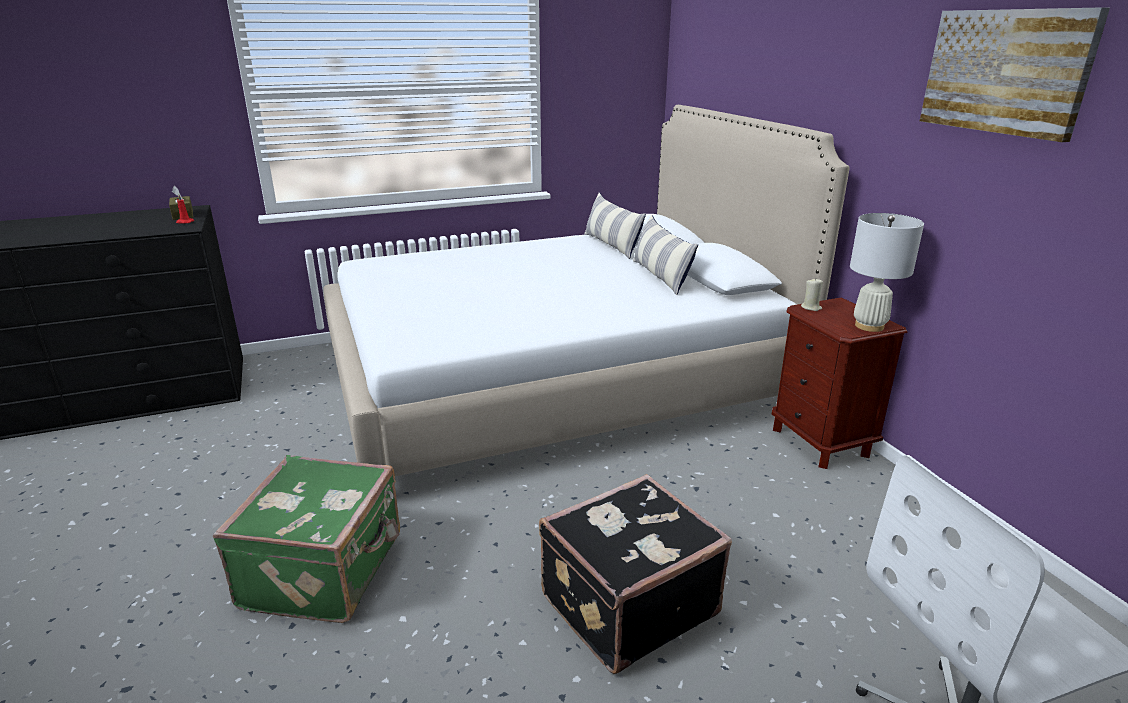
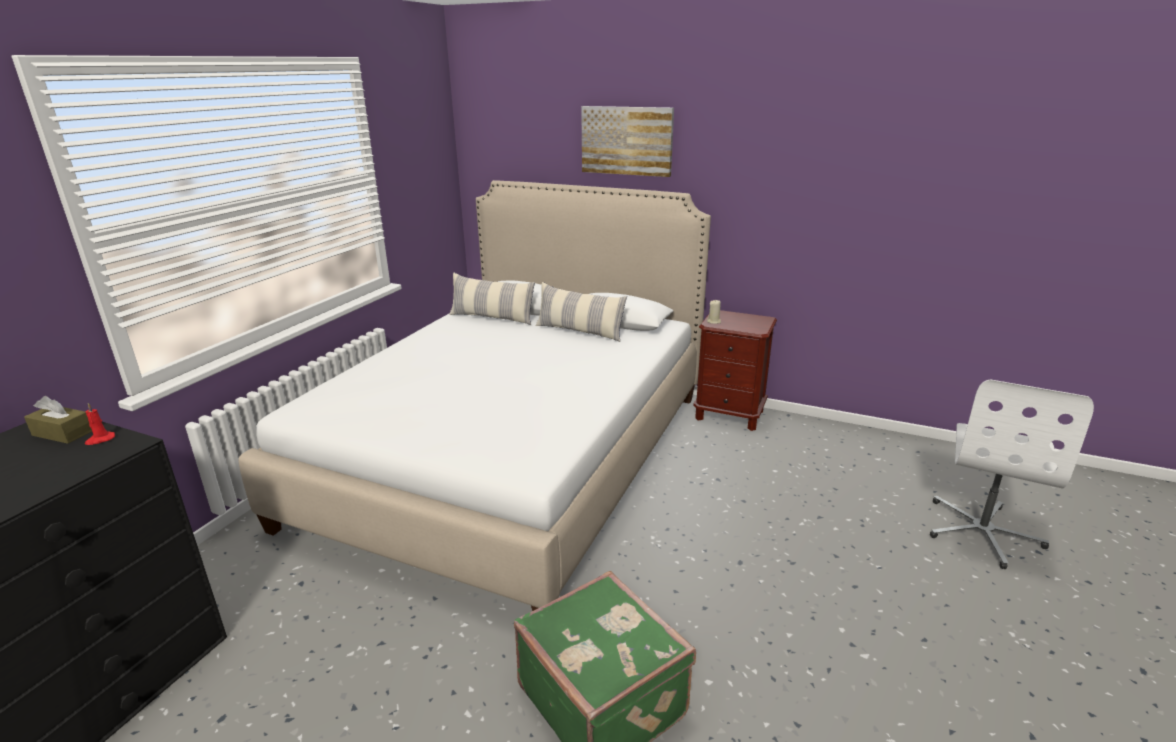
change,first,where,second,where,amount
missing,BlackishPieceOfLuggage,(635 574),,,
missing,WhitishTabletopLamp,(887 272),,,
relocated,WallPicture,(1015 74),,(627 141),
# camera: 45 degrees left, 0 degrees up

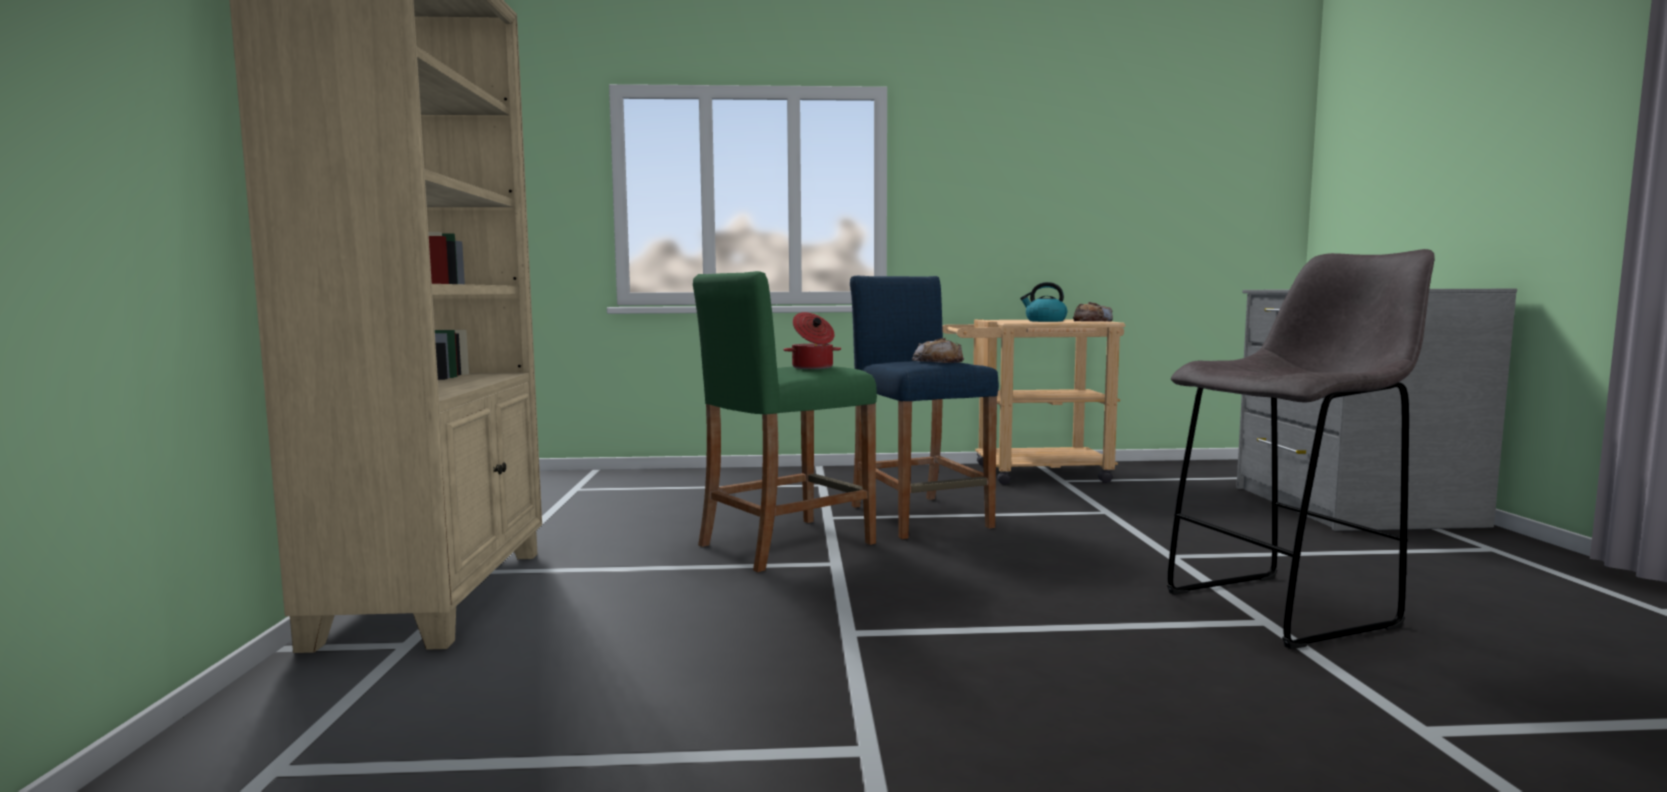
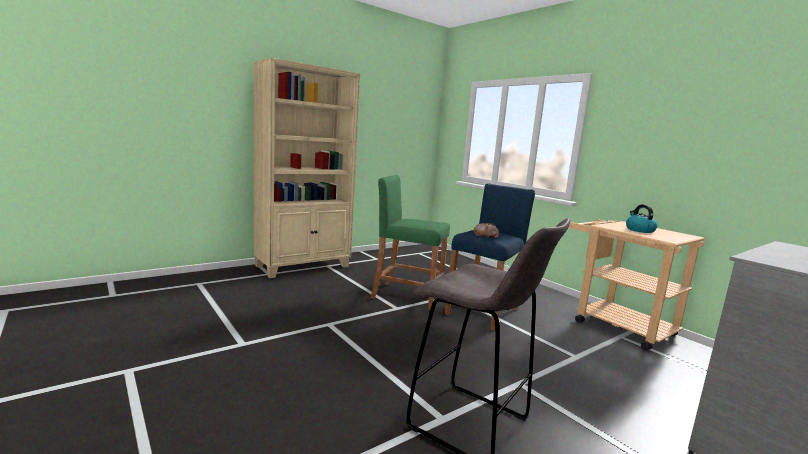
change,first,where,second,where,amount
missing,Saucepot,(812 340),,,
missing,BakedBread,(1093 312),,,
# camera: 55 degrees right, 5 degrees up

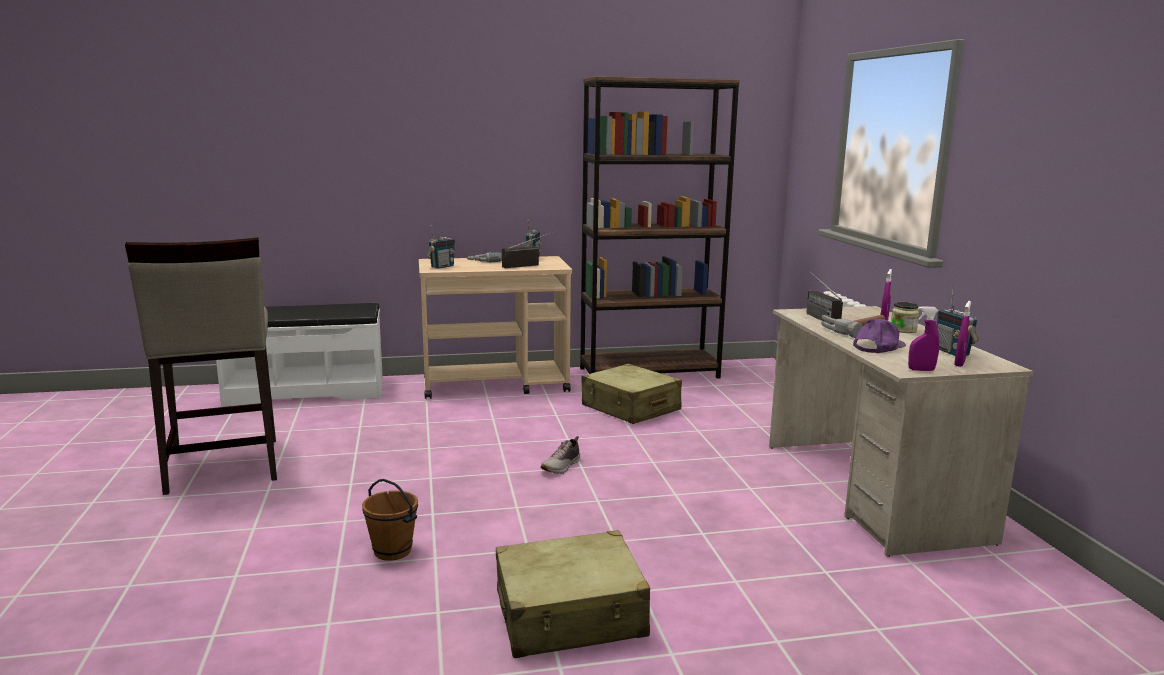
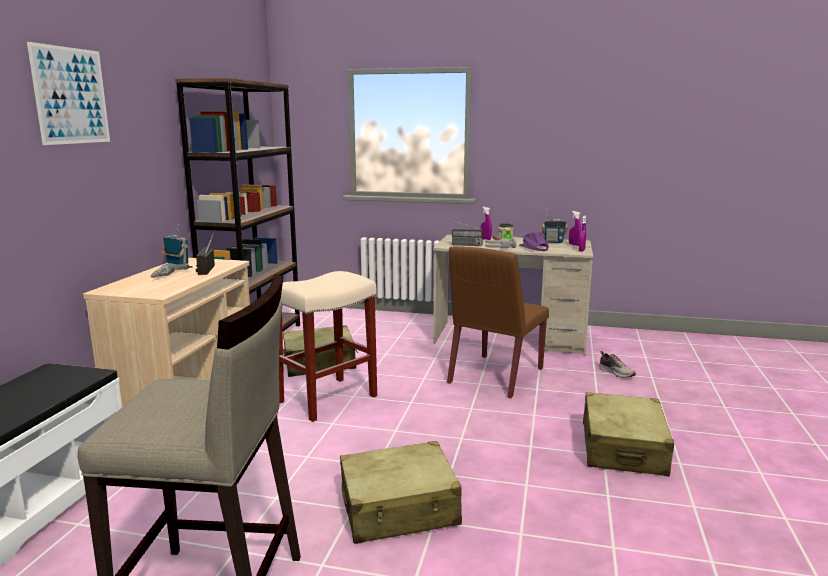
change,first,where,second,where,amount
missing,BrownColouredWaterBucket,(390 520),,,
missing,RadioSet,(440 247),,,
relocated,LowShoe,(560 455),,(617 364),
appeared,,,WallPicture,(68 93),
appeared,,,BeigeColouredStoolSeat,(328 346),
appeared,,,BeigeColouredPieceOfLuggage,(401 492),
appeared,,,BrownColouredUprightChair,(498 322),
# camera: 65 degrees left, 0 degrees up

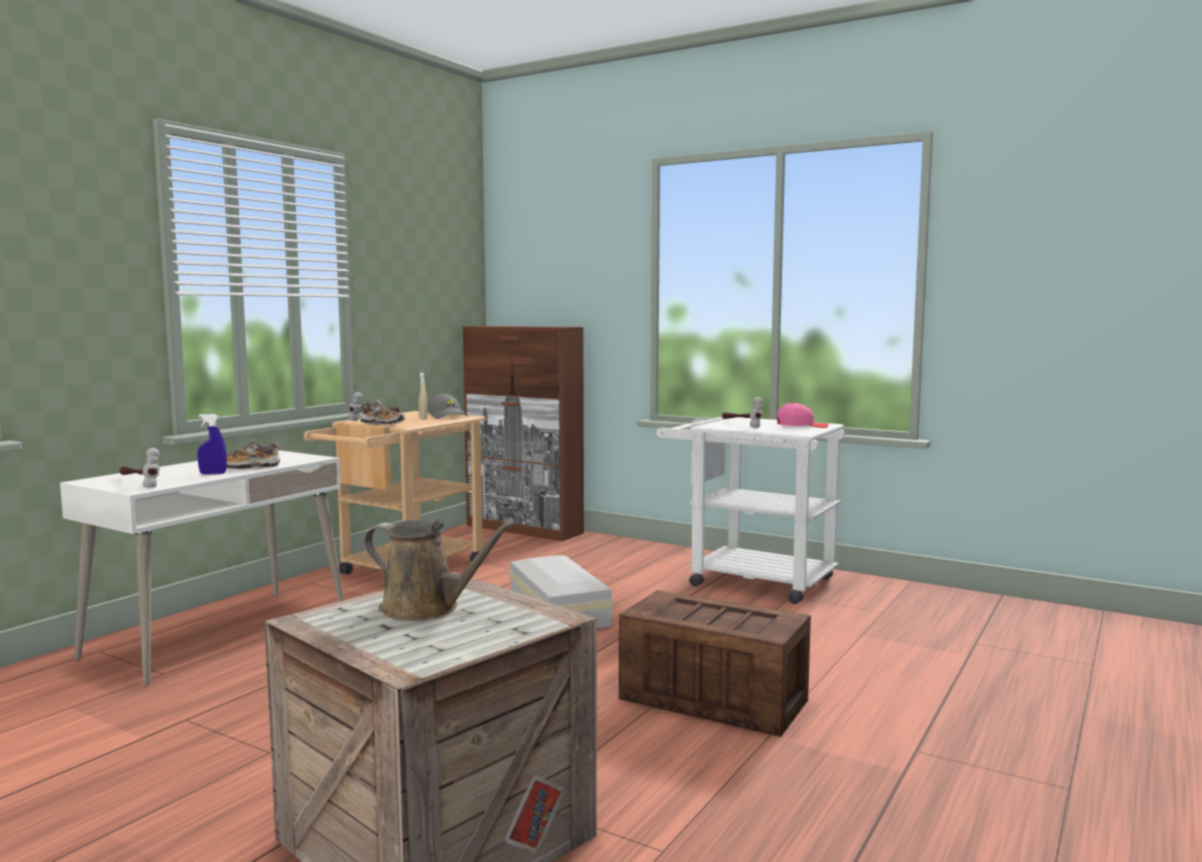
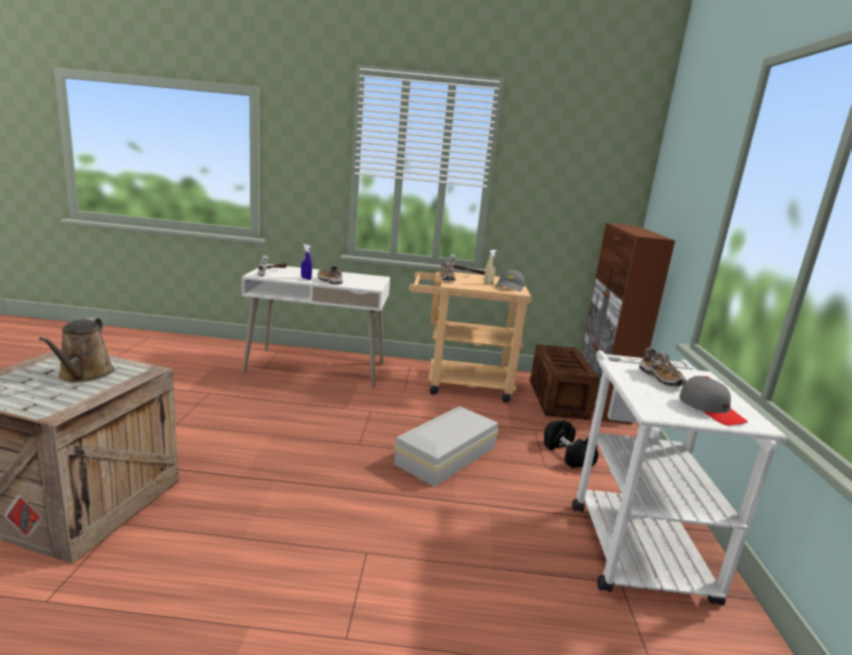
change,first,where,second,where,amount
relocated,ShippingCrate,(715 663),,(564 382),
exchanged,HandHammer,(742 412),LowShoe,(662 367),
colour,PinkishBaseballCap,(803 415),GreyBaseballCap,(713 401),
appeared,,,BlackishHandWeight,(571 444),
# camera: 60 degrees right, 10 degrees up

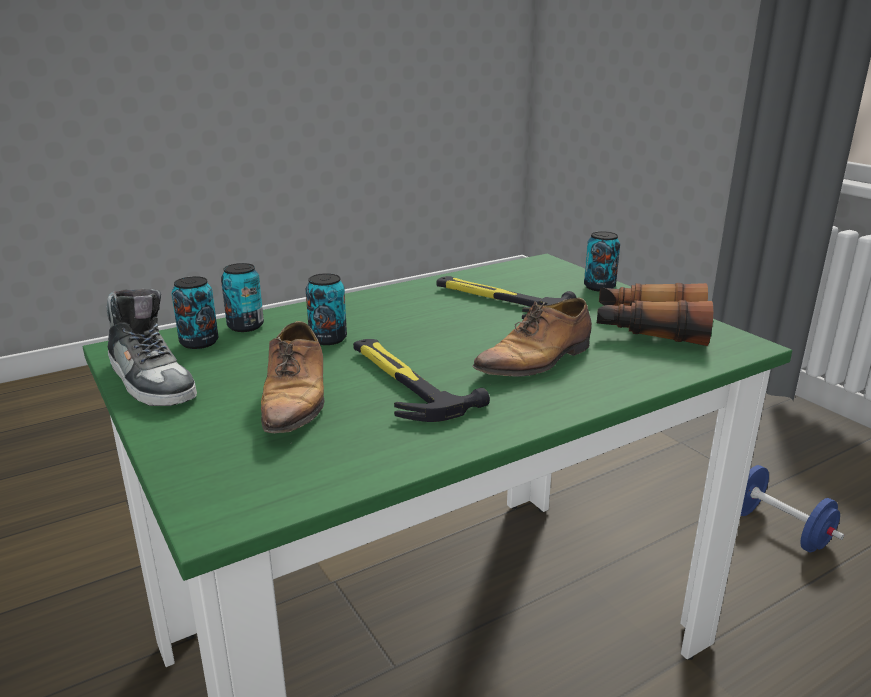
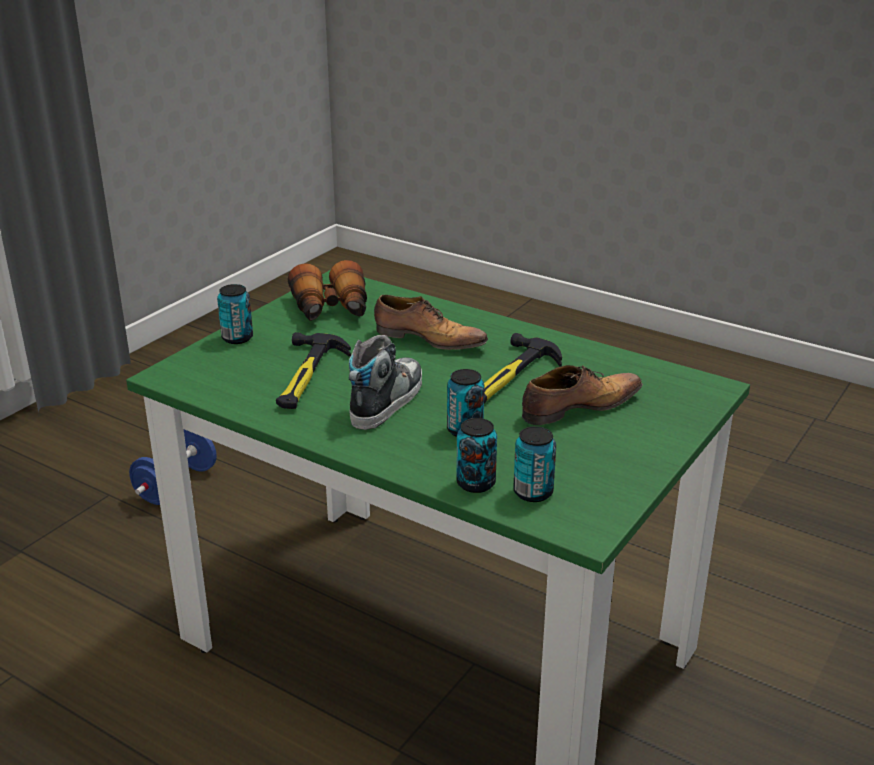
change,first,where,second,where,amount
relocated,LowShoe,(151 347),,(385 382),
# camera: 115 degrees left, 5 degrees up

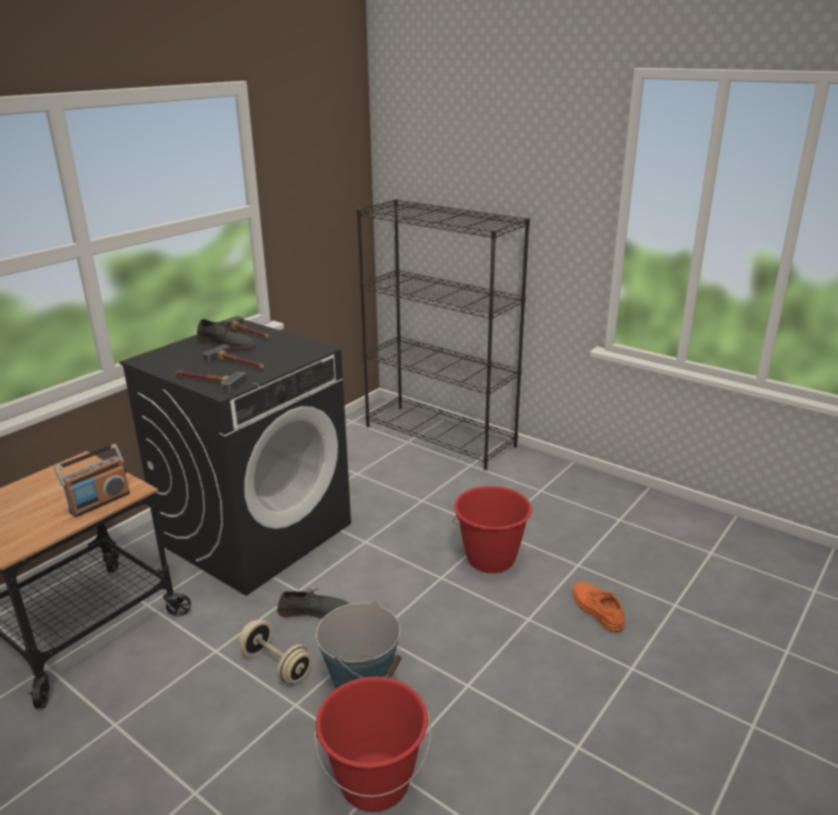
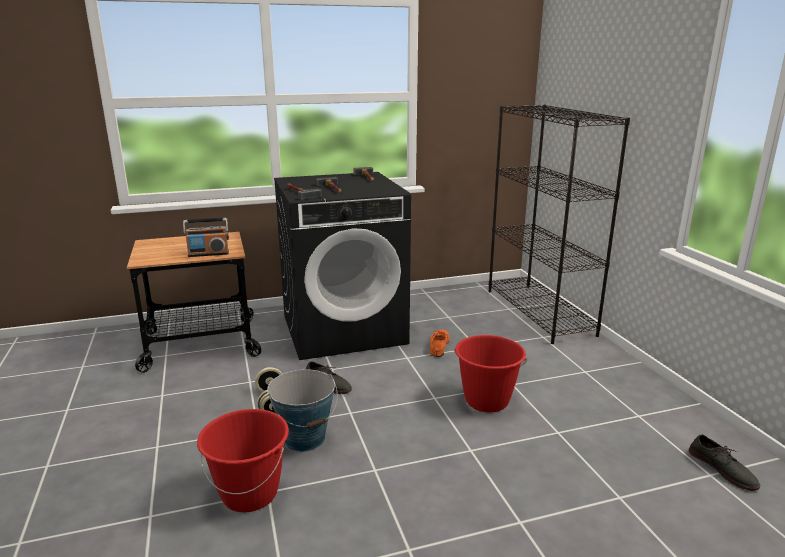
change,first,where,second,where,amount
relocated,GreyLowShoe,(226 335),,(724 462),
relocated,OrangeyLowShoe,(599 607),,(439 343),
# camera: 35 degrees right, 5 degrees down

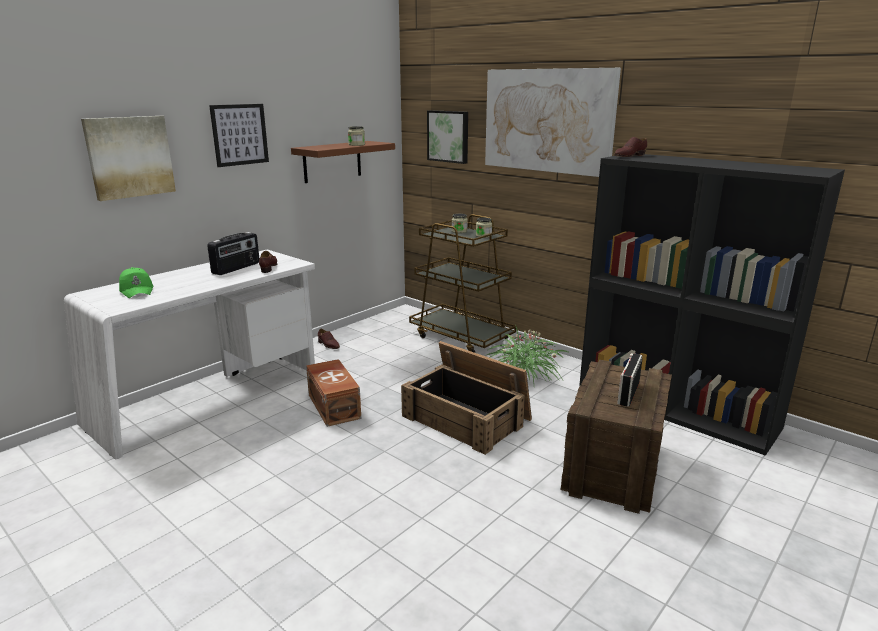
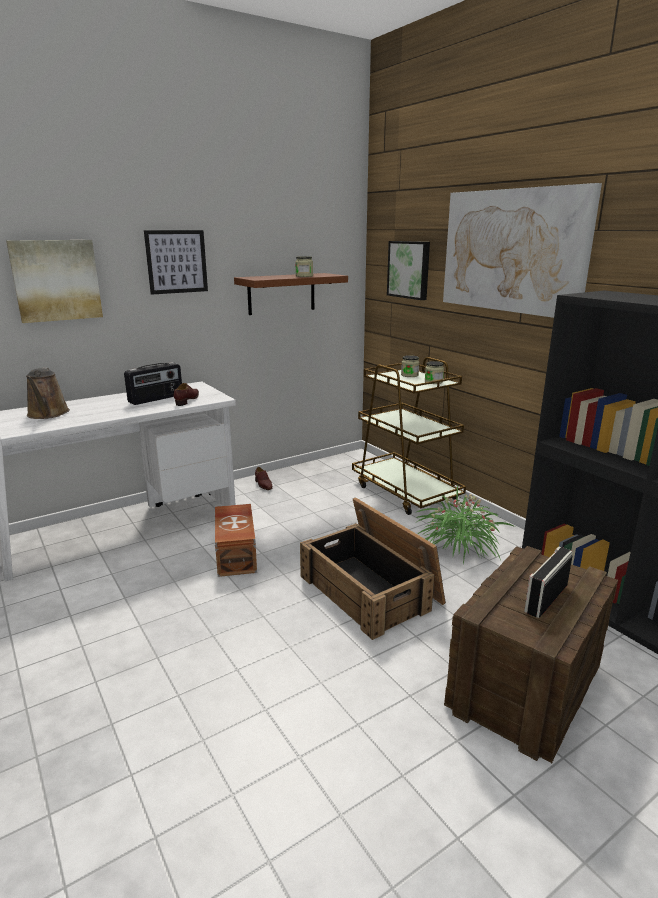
change,first,where,second,where,amount
exchanged,GreenBaseballCap,(136 282),BrownColouredSprinklingCan,(48 393),
missing,BrownColouredLowShoe,(630 147),,,
# camera: 15 degrees right, 0 degrees up

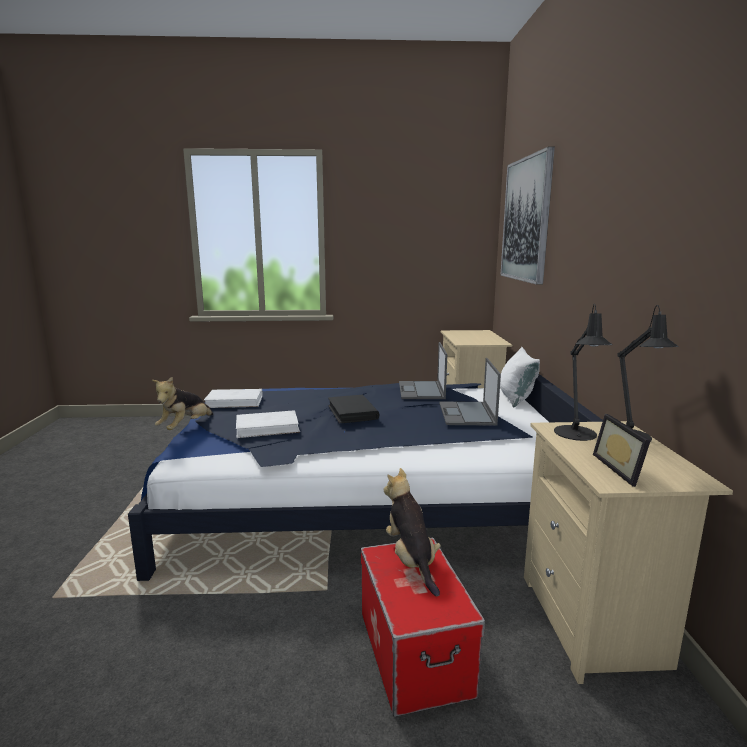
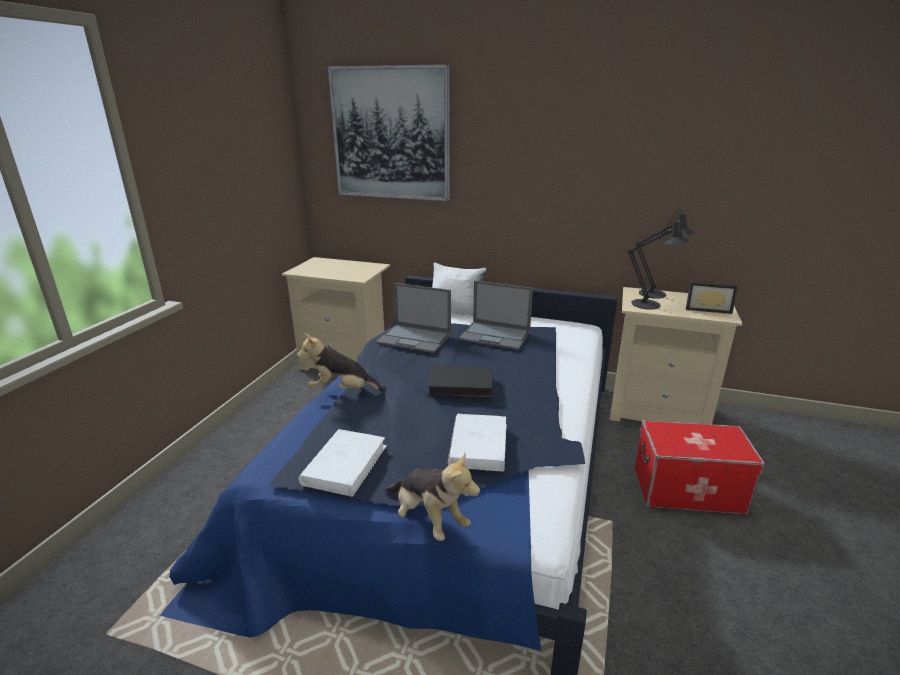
change,first,where,second,where,amount
relocated,SoftToy,(412 532),,(342 362),
# camera: 70 degrees left, 10 degrees up

